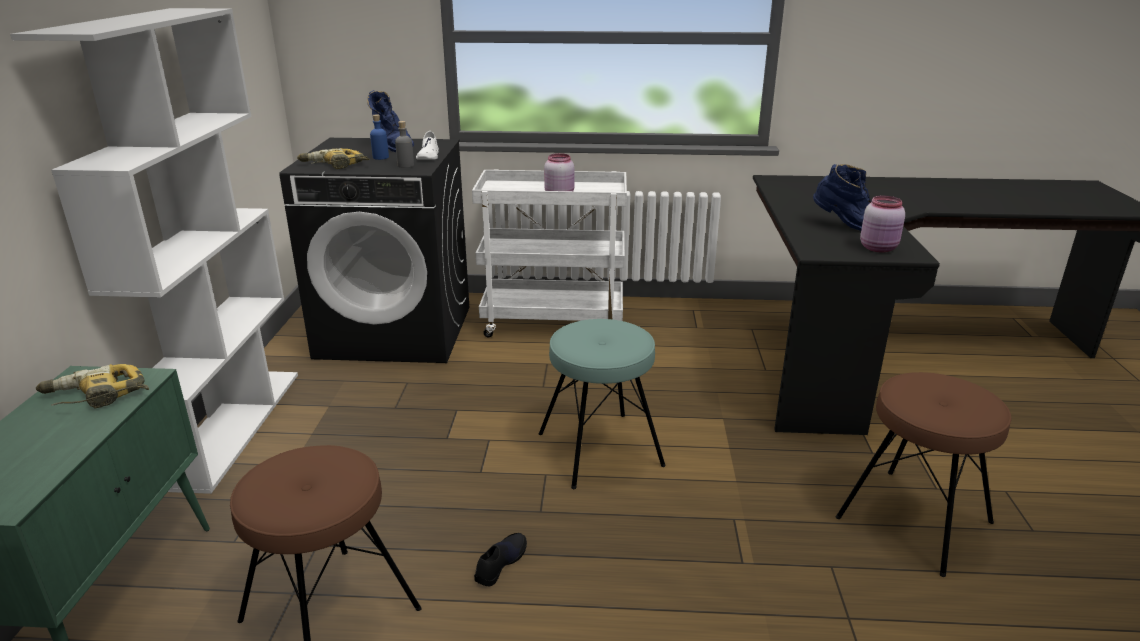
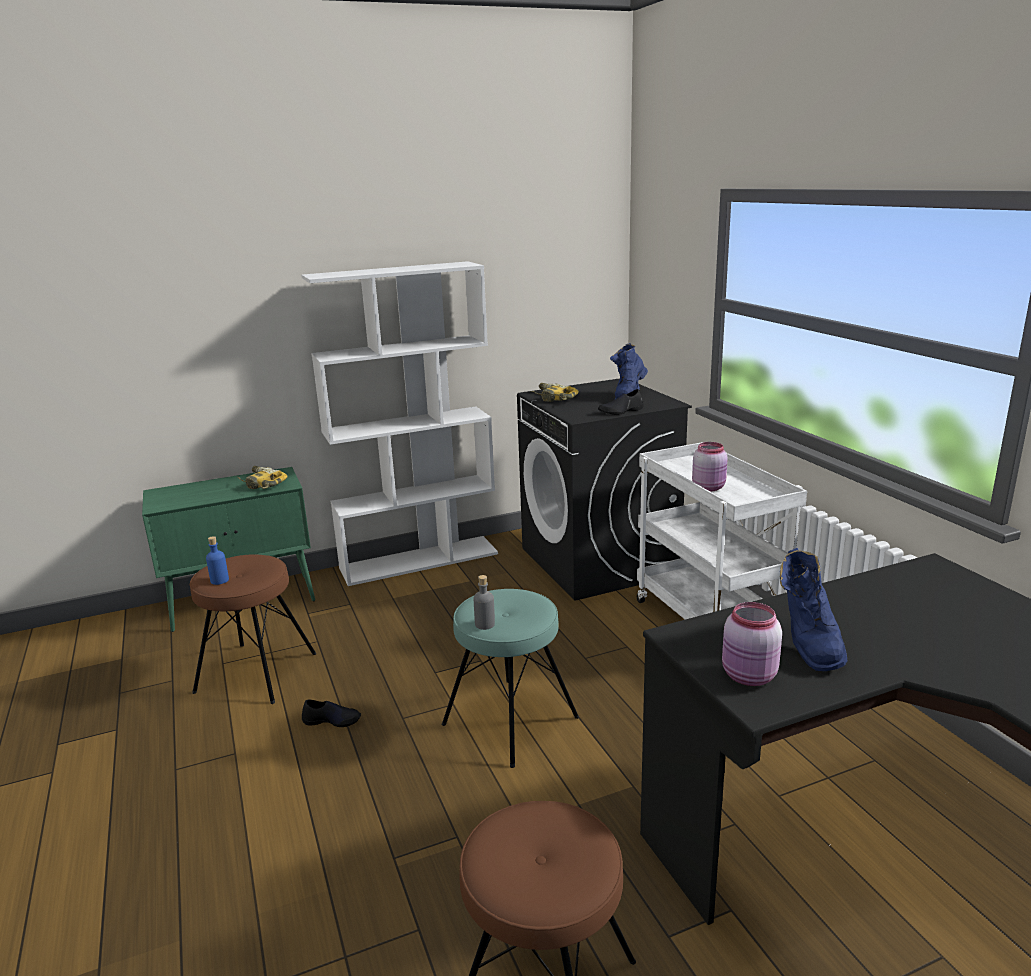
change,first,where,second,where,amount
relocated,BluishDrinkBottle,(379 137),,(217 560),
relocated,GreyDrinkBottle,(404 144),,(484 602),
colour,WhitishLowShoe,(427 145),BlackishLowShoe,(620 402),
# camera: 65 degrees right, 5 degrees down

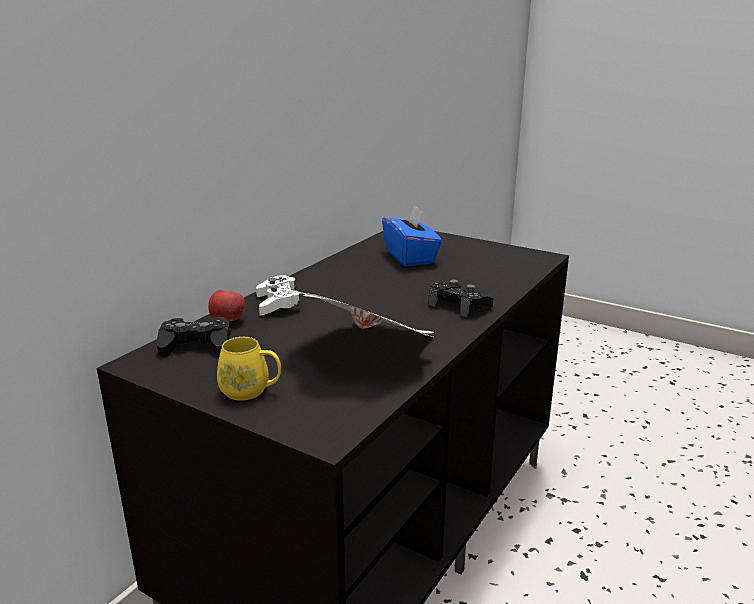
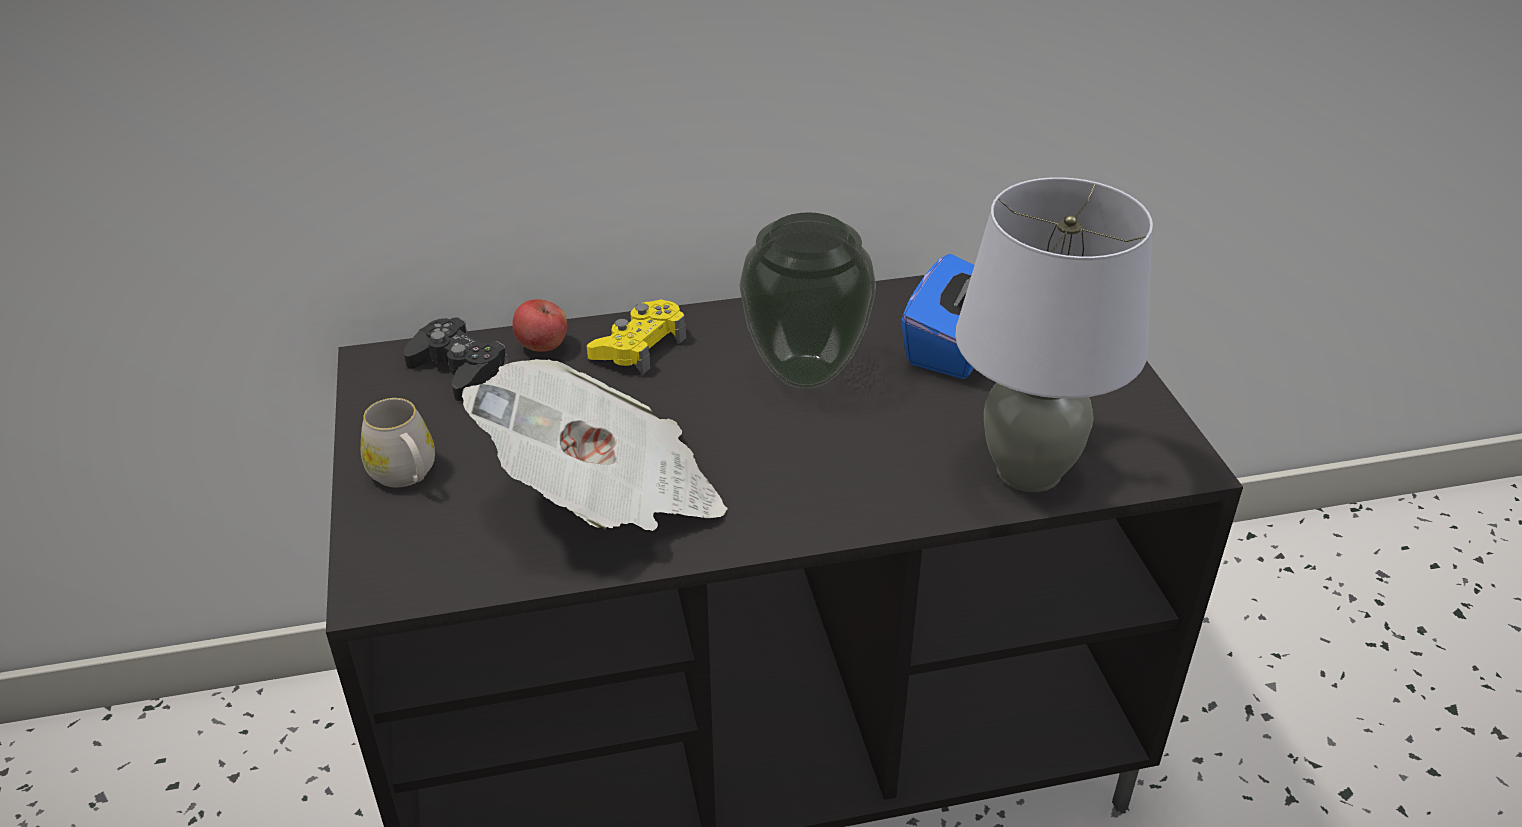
change,first,where,second,where,amount
colour,YellowishCoffeeMug,(249 369),WhitishCoffeeMug,(398 442),
colour,WhitishGamepad,(278 295),YellowishGamepad,(636 336),
missing,BlackishGamepad,(460 298),,,
appeared,,,DecorativeVase,(807 300),
appeared,,,GreyTabletopLamp,(1054 334),
# camera: 45 degrees right, 15 degrees up

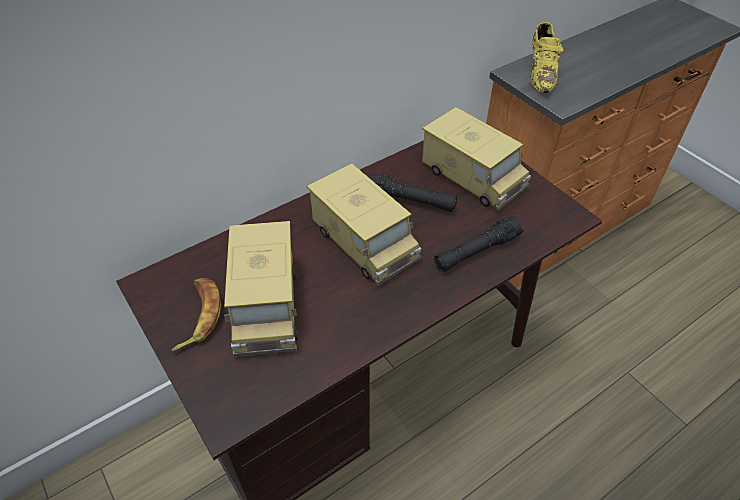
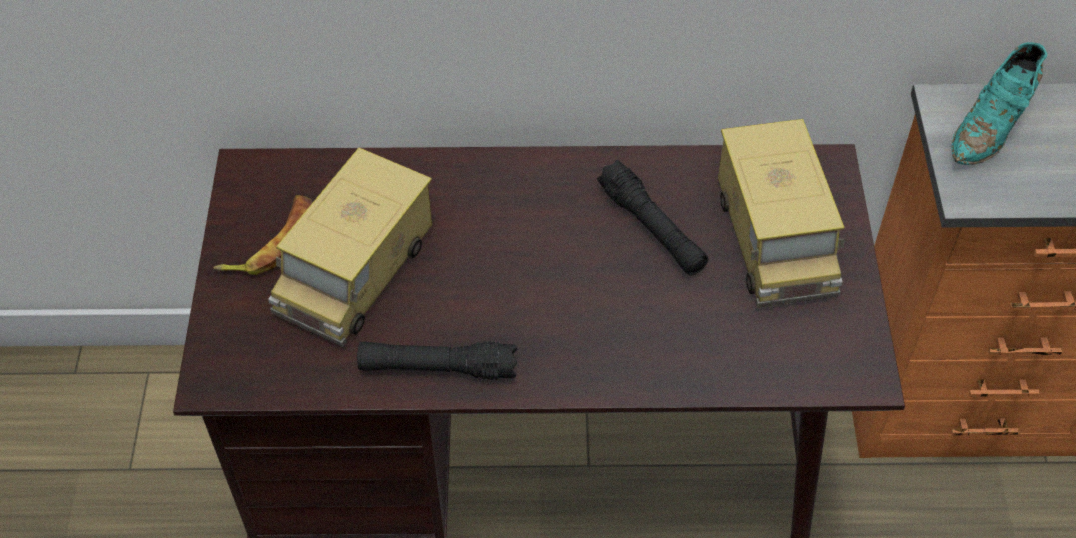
change,first,where,second,where,amount
missing,ToyTruck,(364 224),,,
relocated,BlackishFlashlight,(478 244),,(437 360),
colour,YellowishLowShoe,(546 57),BlueGreenLowShoe,(999 103),
# camera: 35 degrees right, 5 degrees up

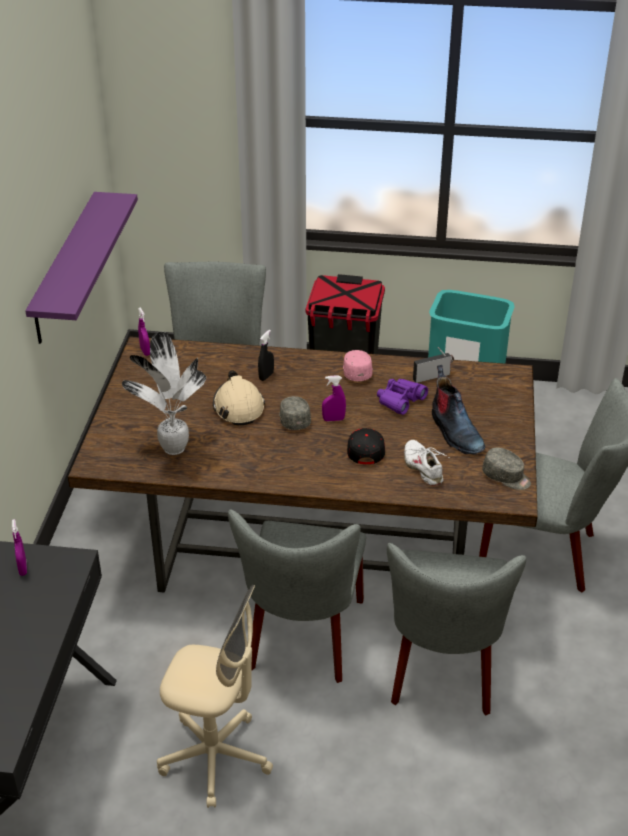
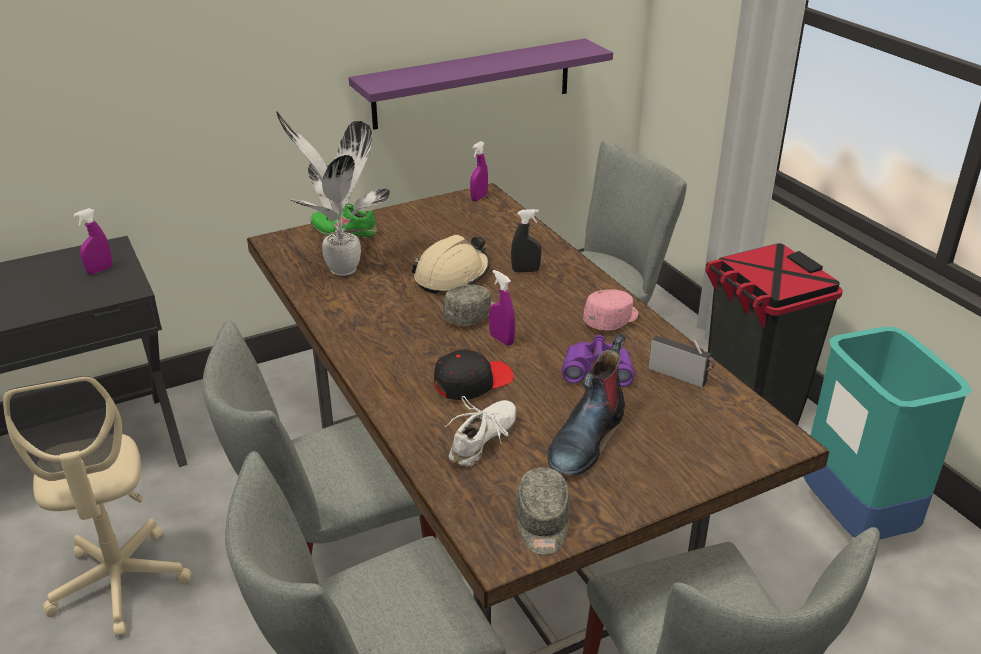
change,first,where,second,where,amount
appeared,,,GreenLowShoe,(344 221),
# camera: 55 degrees right, 5 degrees down

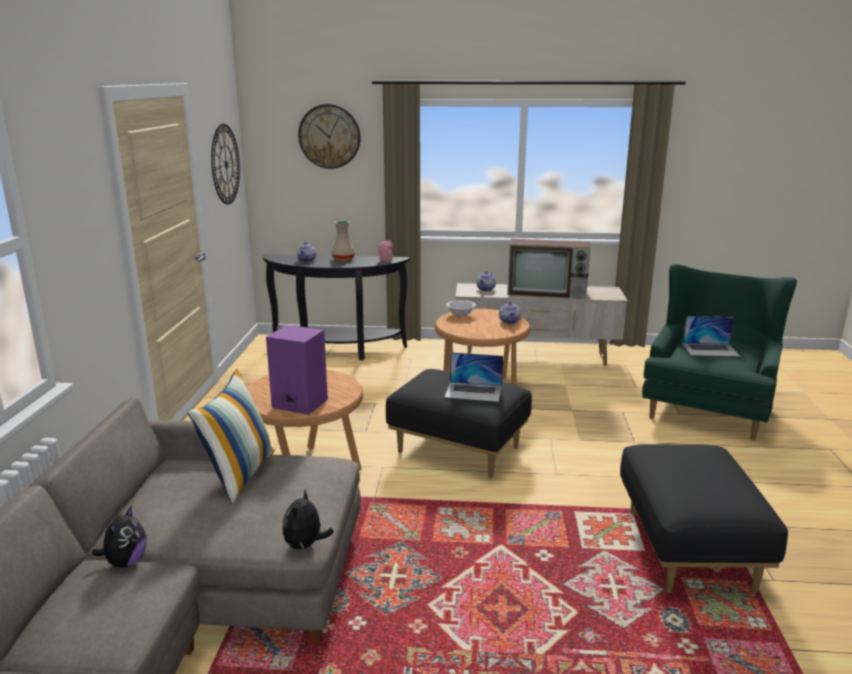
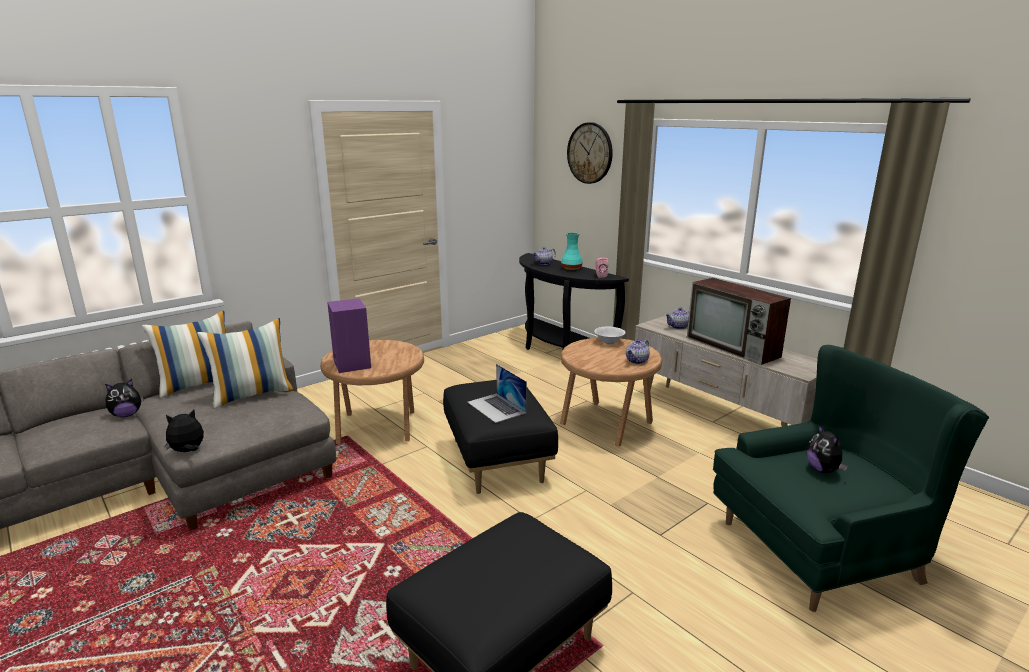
change,first,where,second,where,amount
missing,HangingClock,(225 164),,,
colour,BeigeColouredDecorativeVase,(343 241),BlueGreenDecorativeVase,(572 251),
exchanged,NotebookComputer,(711 336),SoftToy,(827 448),
appeared,,,Pillow,(183 354),
# camera: 45 degrees right, 0 degrees up

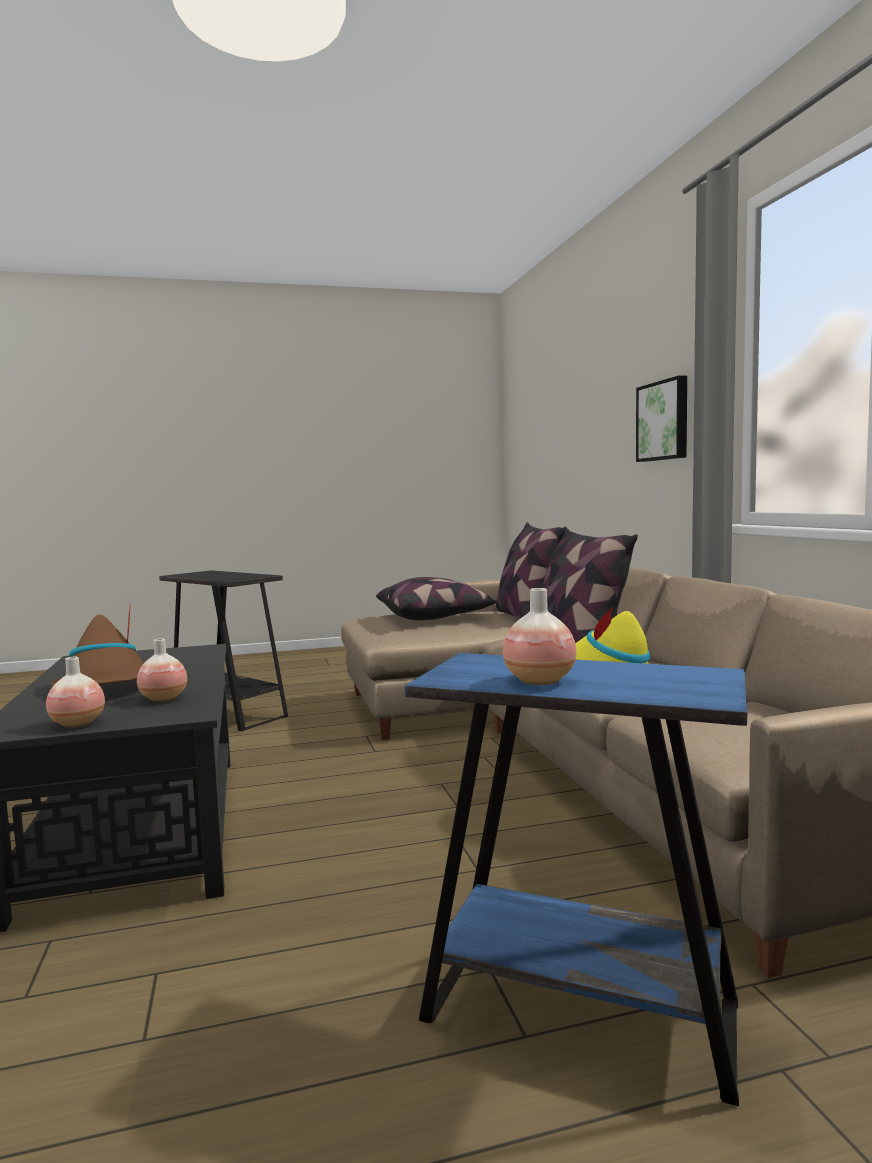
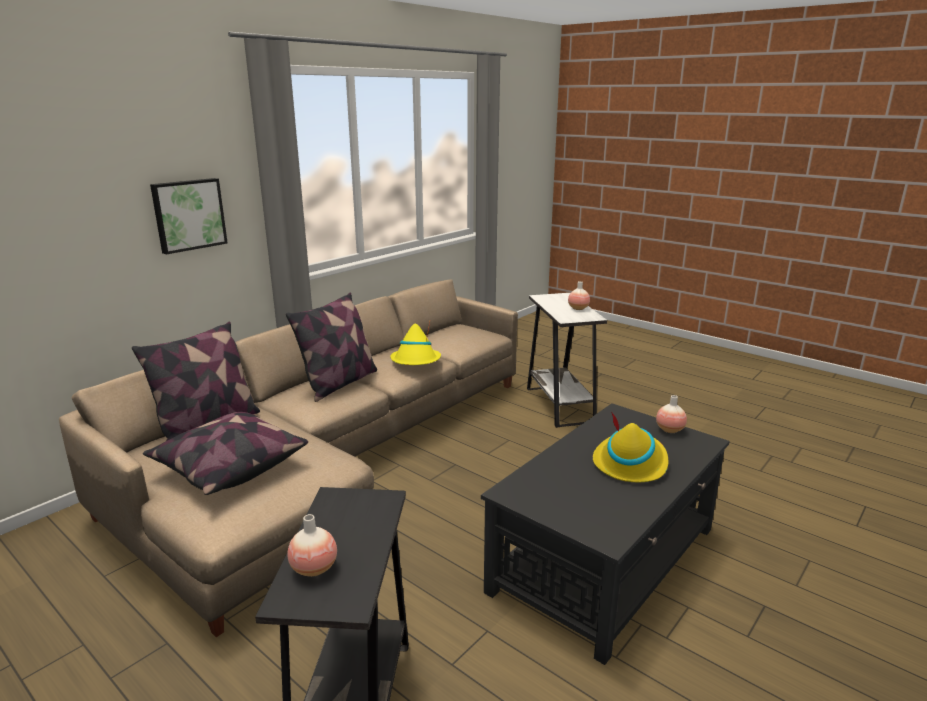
change,first,where,second,where,amount
colour,BrownColouredWearableHat,(97 646),YellowishWearableHat,(630 447),
relocated,DecorativeVase,(162 670),,(312 545),
colour,BluishAccentTable,(576 879),WhitishAccentTable,(567 360),
# camera: 125 degrees left, 15 degrees up

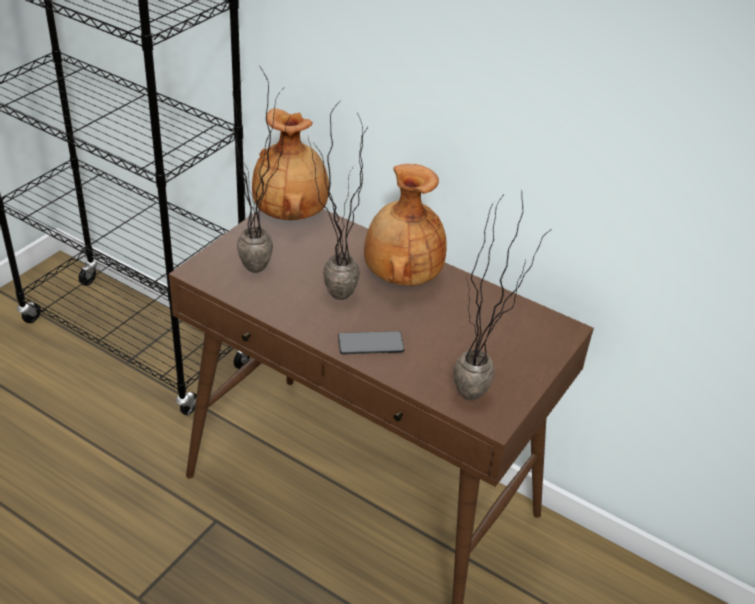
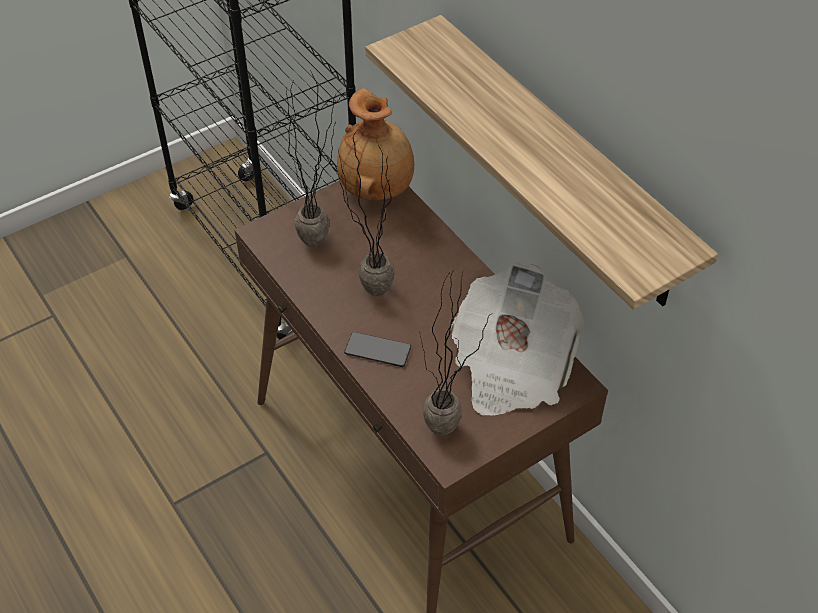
change,first,where,second,where,amount
missing,BrownColouredDecorativeVase,(405 225),,,
appeared,,,Shelf,(541 162),
appeared,,,PrintedPaper,(517 339),
# camera: 25 degrees right, 10 degrees up

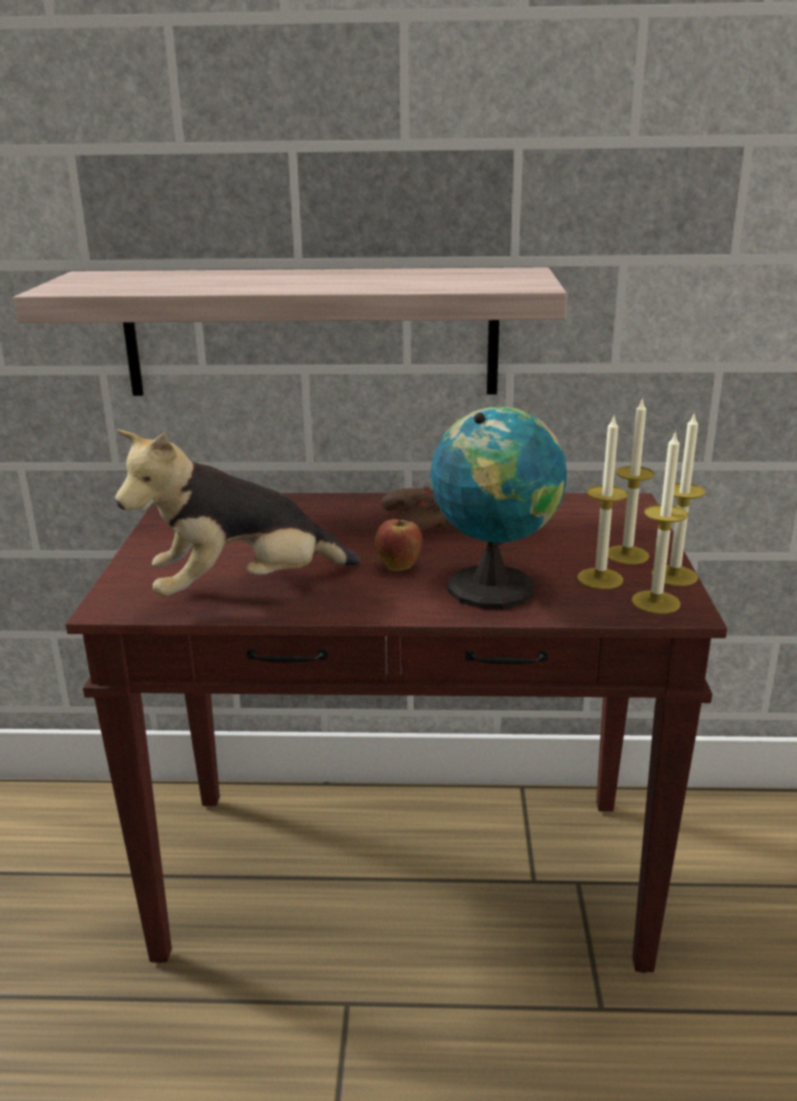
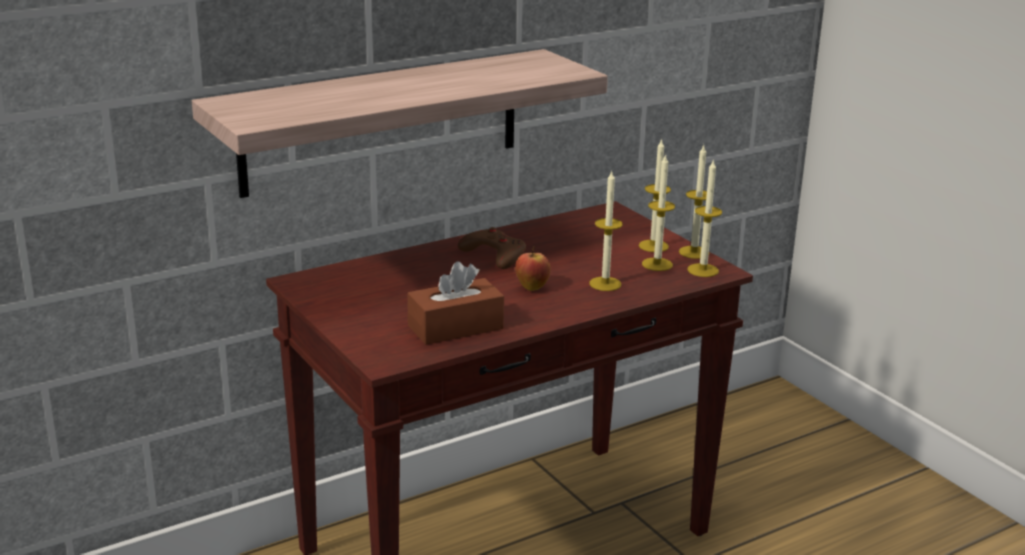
change,first,where,second,where,amount
exchanged,SoftToy,(238 513),BrownColouredTissueBox,(455 303),
exchanged,Globe,(498 508),WaxCandle,(606 231),
# camera: 35 degrees left, 0 degrees up

